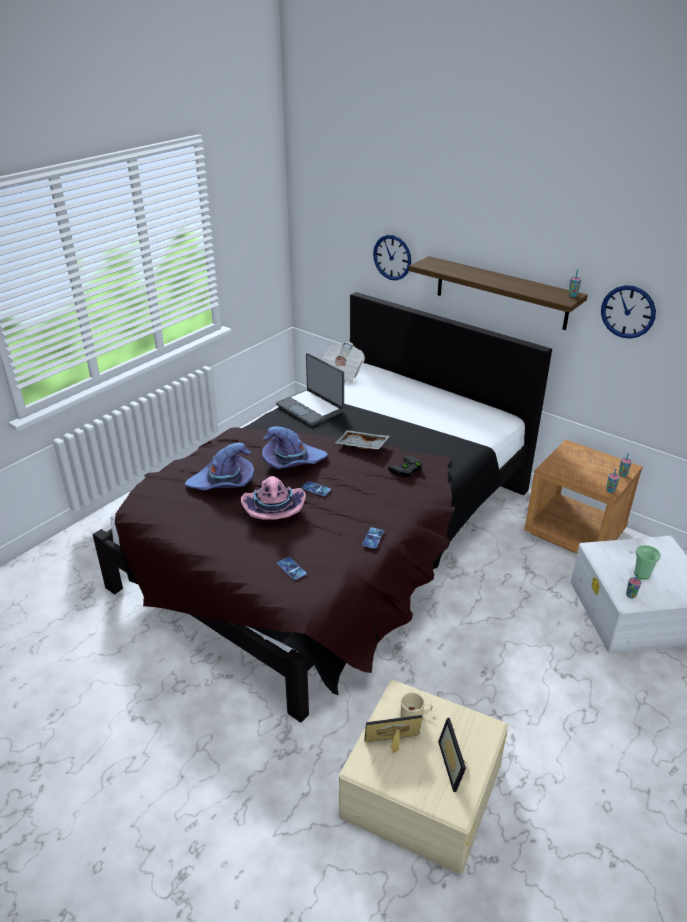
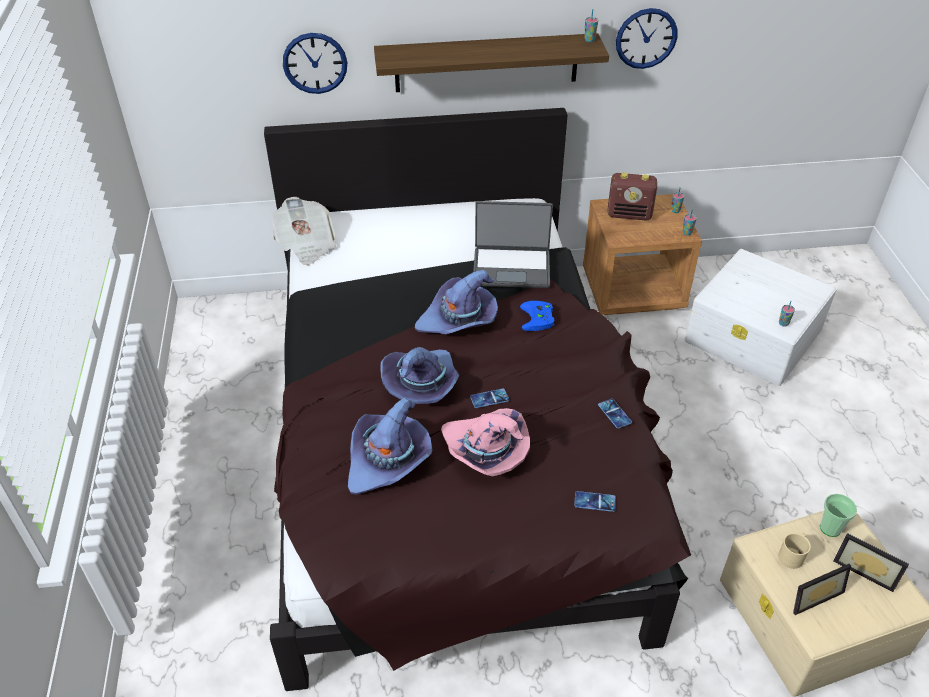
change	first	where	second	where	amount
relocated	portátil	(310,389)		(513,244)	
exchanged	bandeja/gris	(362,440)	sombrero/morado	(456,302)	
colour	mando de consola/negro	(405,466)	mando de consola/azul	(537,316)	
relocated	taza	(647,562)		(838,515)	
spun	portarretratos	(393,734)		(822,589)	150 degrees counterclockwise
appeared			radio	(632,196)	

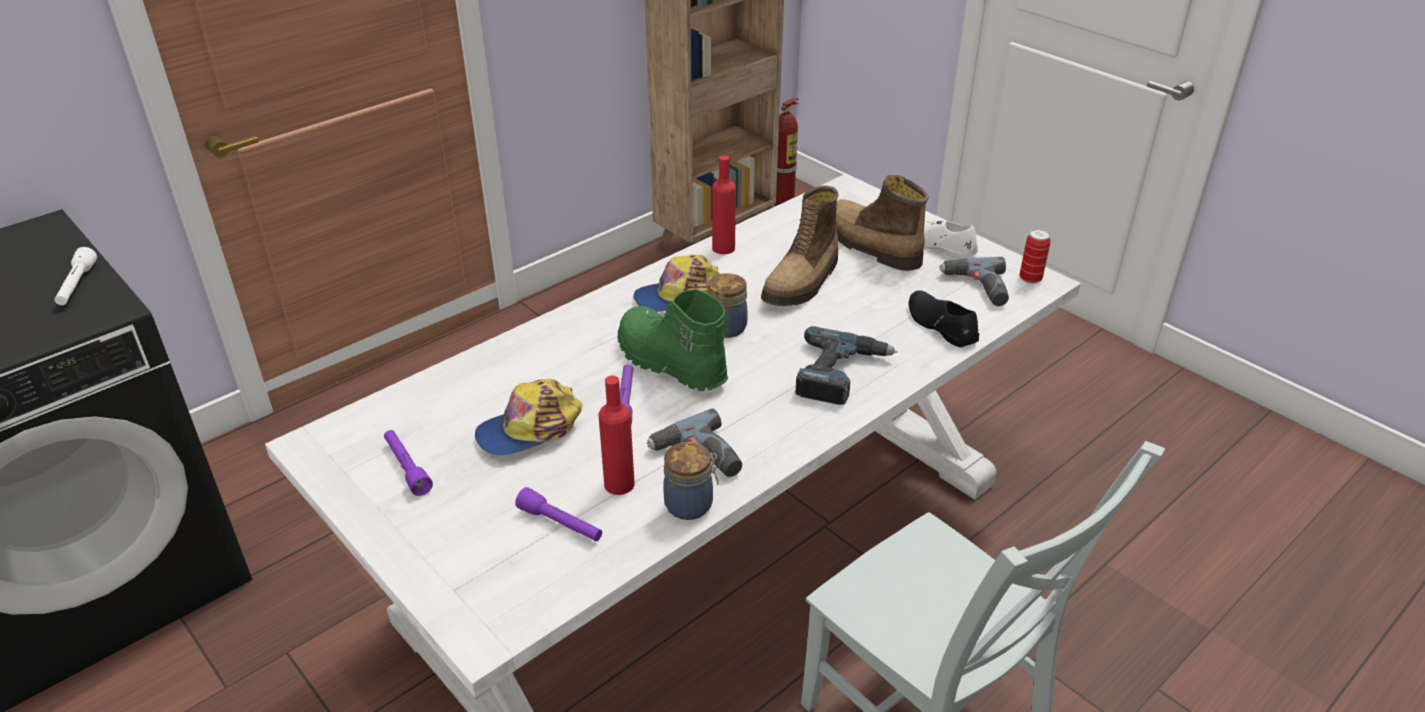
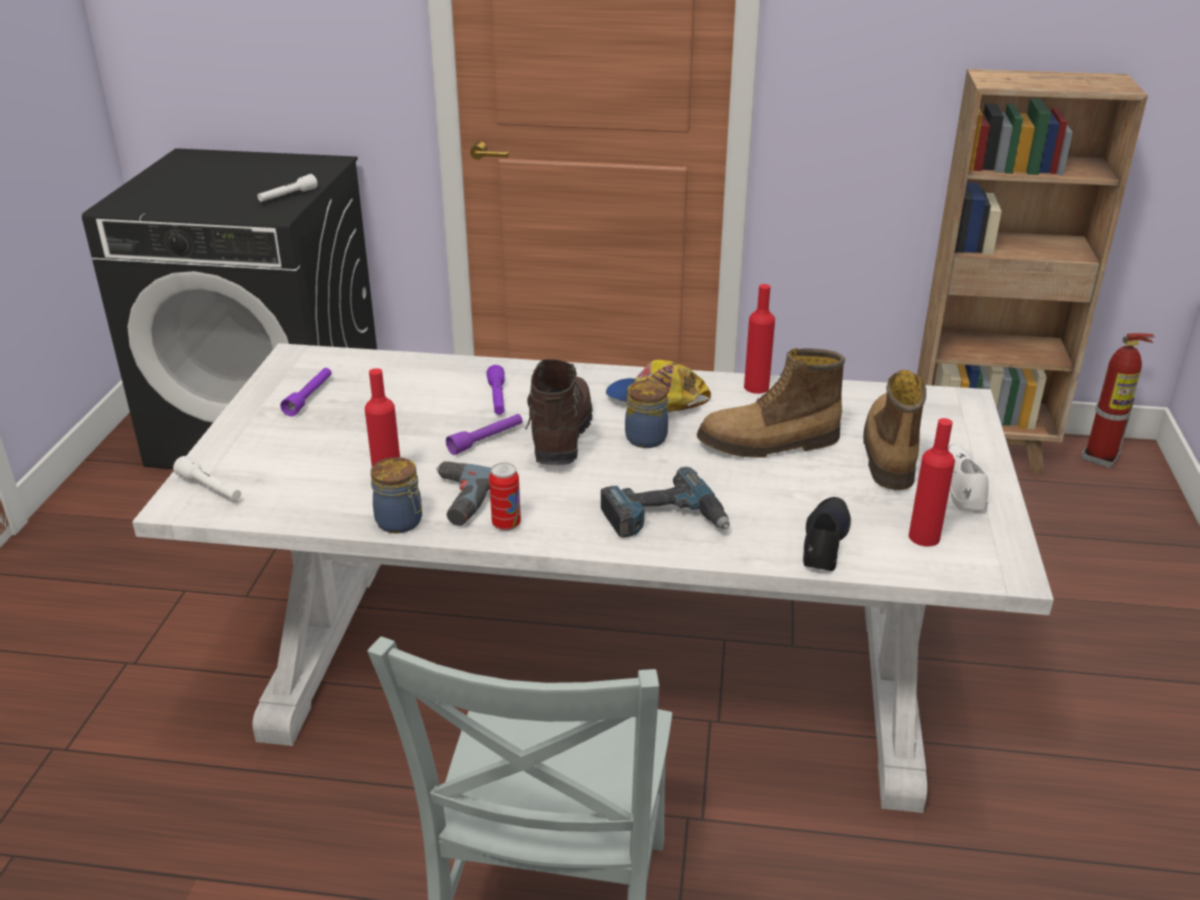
change	first	where	second	where	amount
relocated	lata	(1035,256)		(505,496)	
exchanged	taladro	(974,281)	botella/rojo	(932,482)	
colour	bota/verde	(673,340)	bota/marrón	(559,412)	
missing	gorra	(528,417)			
relocated	linterna/morado	(558,514)		(495,390)	
appeared			linterna/blanco	(207,478)	

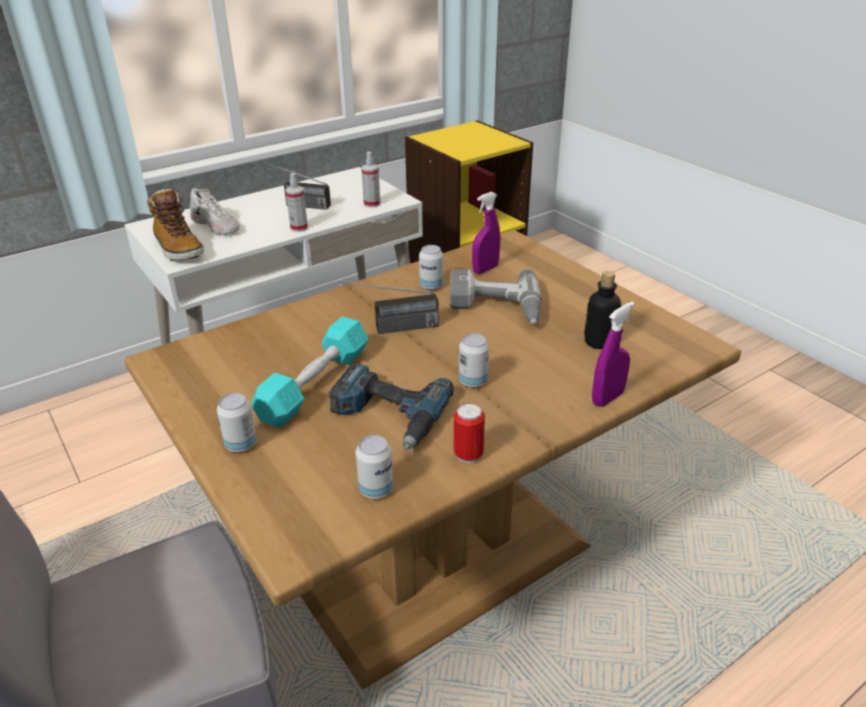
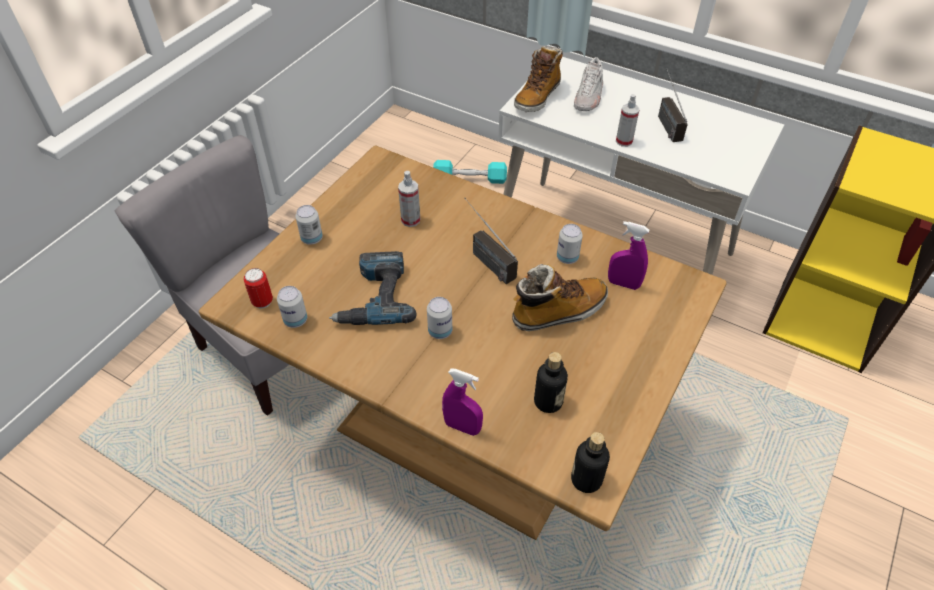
change	first	where	second	where	amount
relocated	pulverizador	(371,180)		(409,199)	
exchanged	taladro	(496,296)	bota	(560,297)	
relocated	mancuerna/turquesa	(310,372)		(470,172)	
relocated	lata	(469,433)		(258,288)	
appeared			botella	(590,462)	

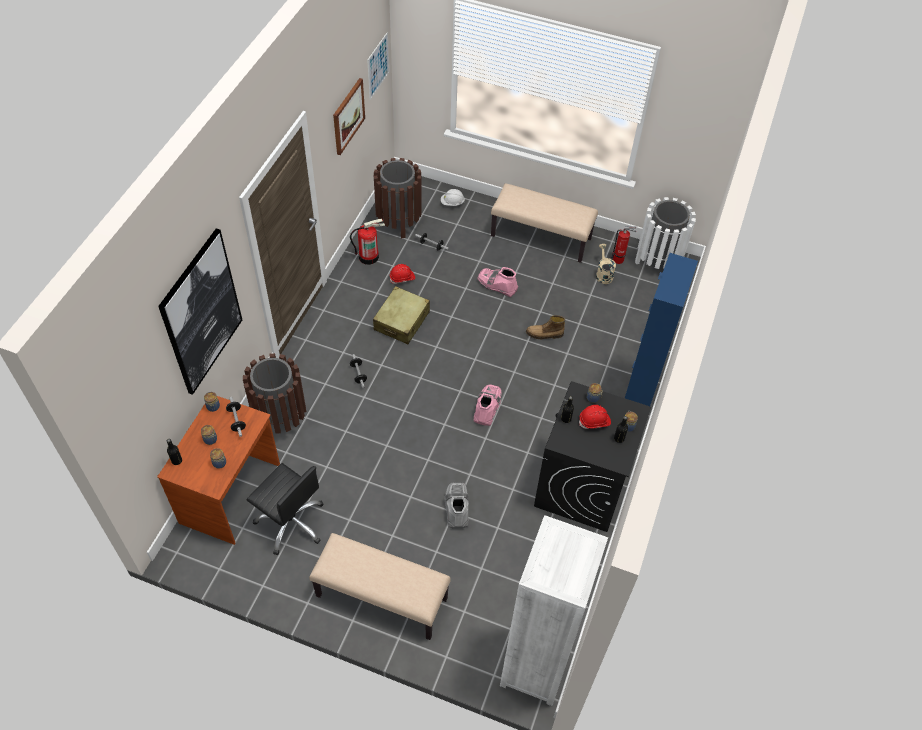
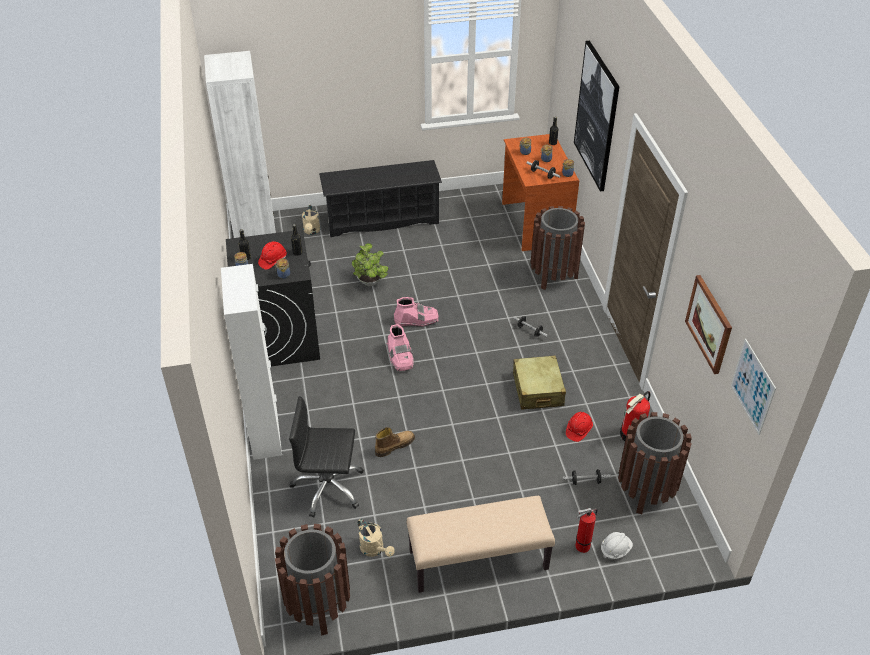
change	first	where	second	where	amount
colour	papelera/blanco	(665,233)	papelera/marrón	(312,580)	
relocated	extintor	(623,245)		(586,530)	
colour	armario/azul	(661,329)	armario/blanco	(251,362)	
relocated	bota/rosa	(497,282)		(416,312)	
relocated	silla de oficina/negro	(285,509)		(326,457)	
exchanged	bota/gris	(456,505)	planta en maceta	(370,264)	
exchanged	banco/beis	(380,586)	zapatero/negro	(380,198)	
appeared			regadera/beis	(311,220)	

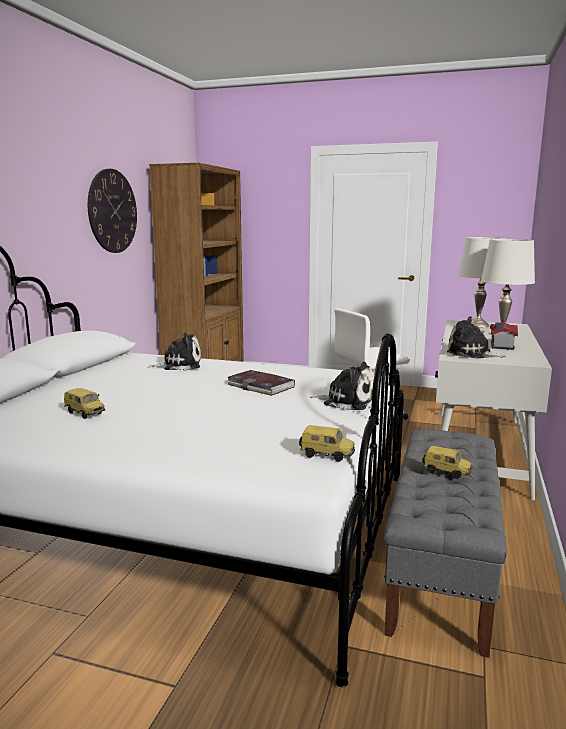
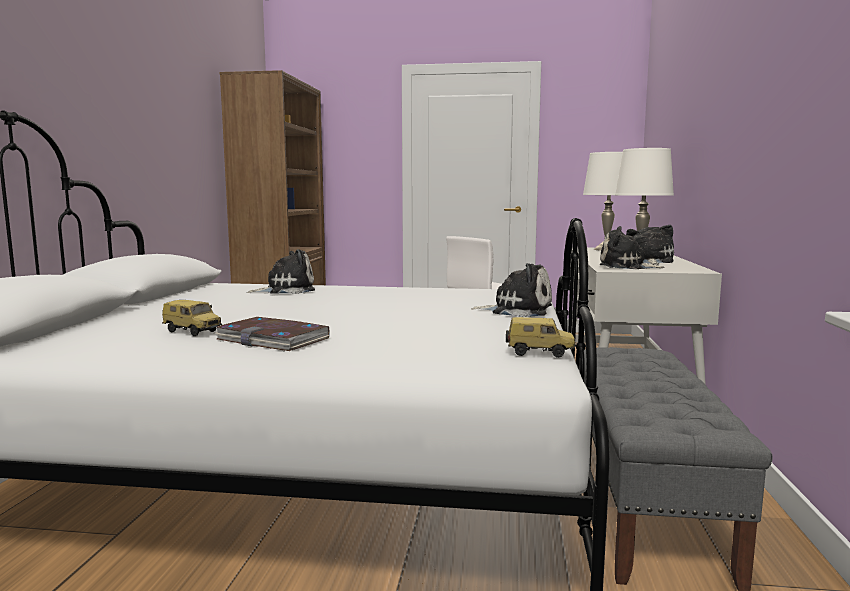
change	first	where	second	where	amount
missing	reloj de pared	(112,211)			
exchanged	casita	(504,336)	peluche	(650,245)	
relocated	libro	(261,383)		(272,334)	
missing	coche de juguete	(447,462)			

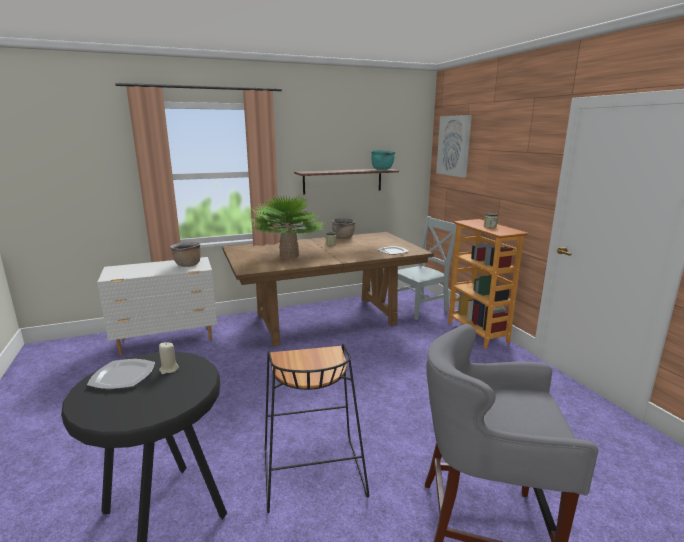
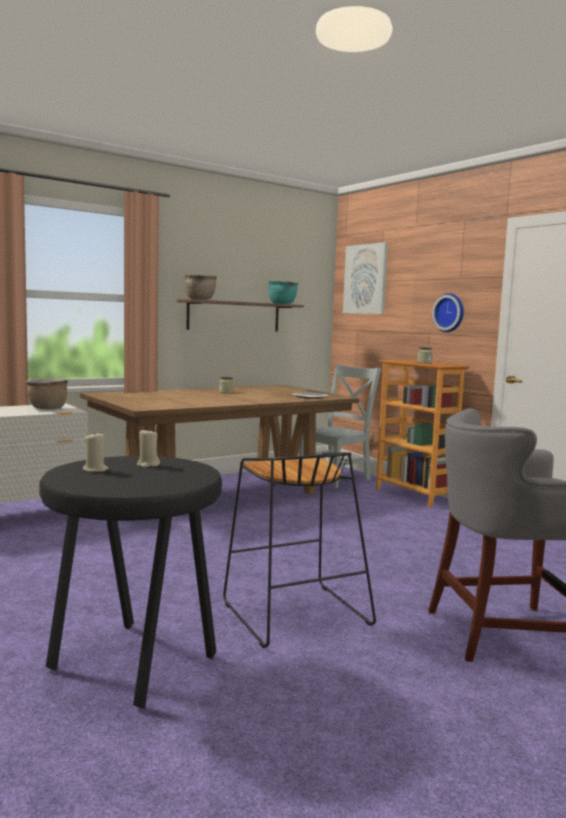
change	first	where	second	where	amount
missing	planta en maceta	(286,226)			
relocated	olla/marrón	(344,228)		(200,287)	
exchanged	plato	(121,374)	vela/beis	(96,452)	
appeared			reloj de pared	(448,312)	

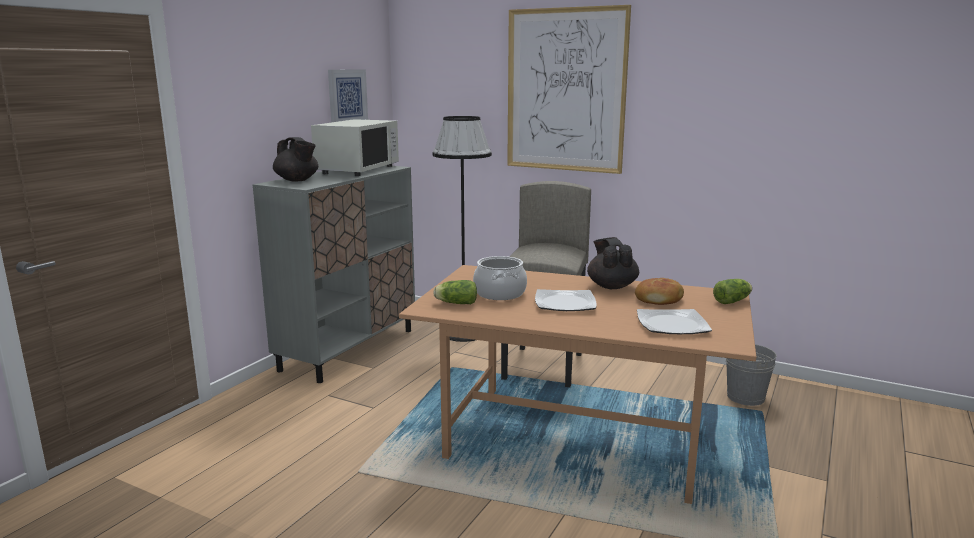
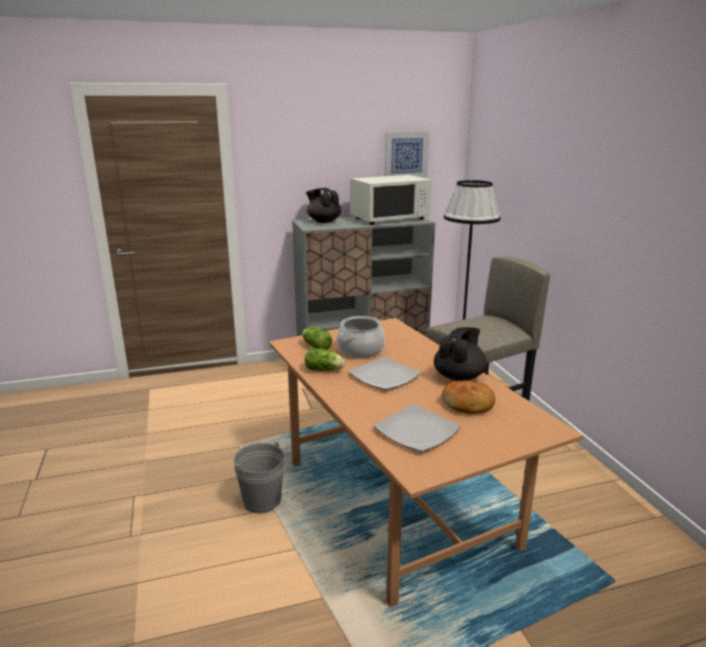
change	first	where	second	where	amount
missing	cuadro	(569,89)			
spun	tetera/negro	(295,159)		(323,205)	135 degrees clockwise
relocated	lechuga	(732,291)		(325,359)	
relocated	cubo/gris	(751,375)		(259,477)	

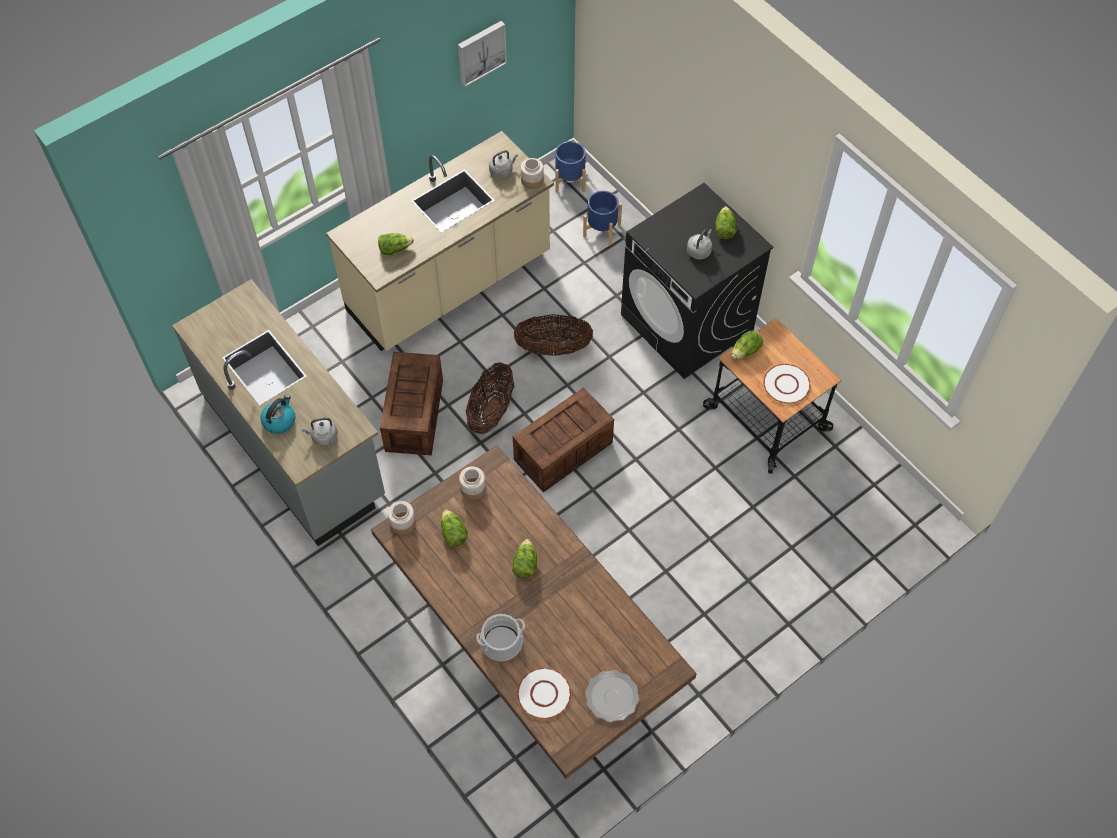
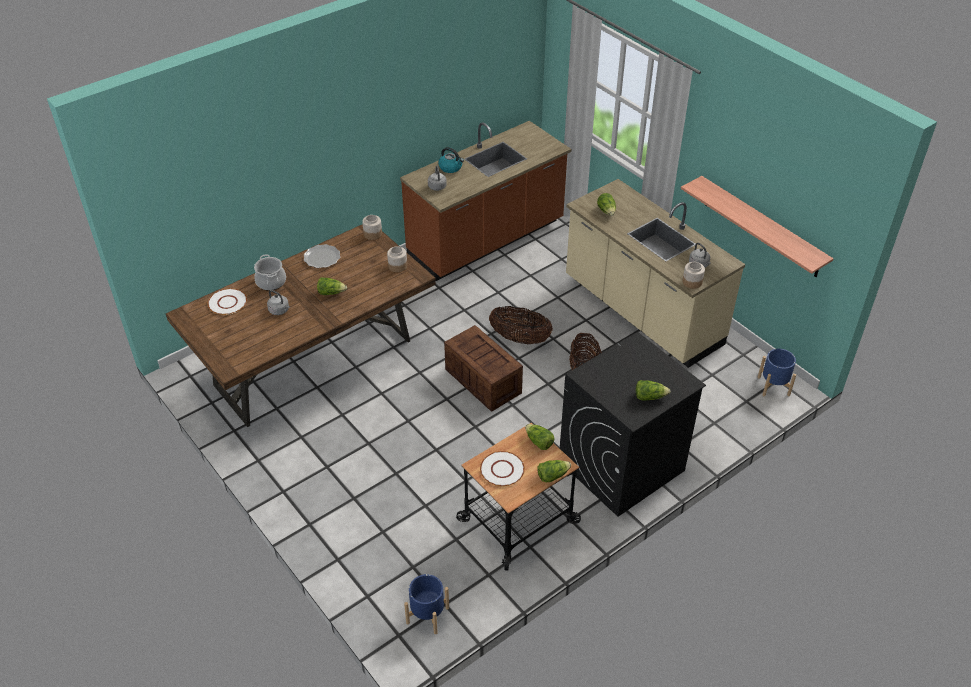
change	first	where	second	where	amount
missing	cuadro	(482,54)			
relocated	maceta/azul	(602,218)		(426,604)	
relocated	hervidor/gris	(699,244)		(278,302)	
colour	mueble bajo de cocina/gris	(278,412)	mueble bajo de cocina/marrón	(485,201)	
missing	caja de embalaje	(411,403)			
relocated	lechuga	(454,528)		(554,471)	
relocated	plato	(612,696)		(322,256)	
appeared			estante	(757,226)	

